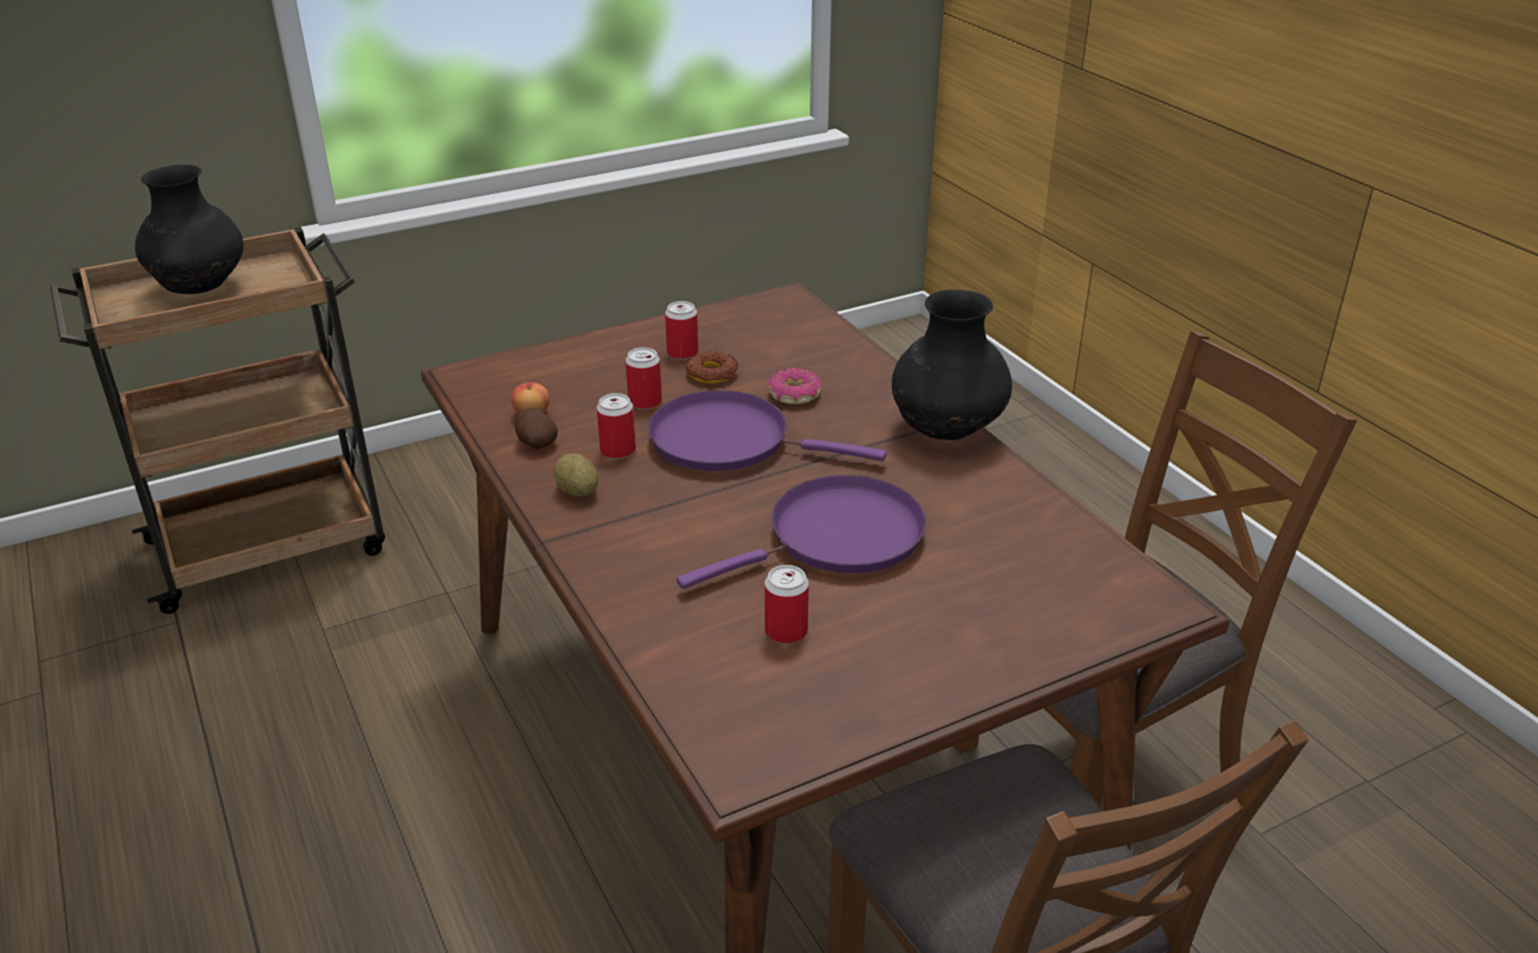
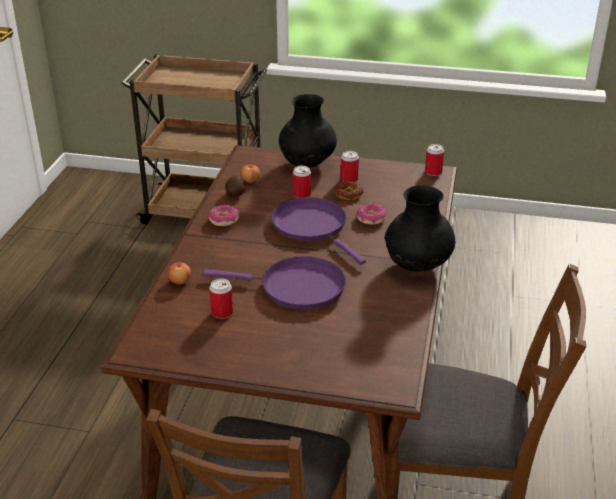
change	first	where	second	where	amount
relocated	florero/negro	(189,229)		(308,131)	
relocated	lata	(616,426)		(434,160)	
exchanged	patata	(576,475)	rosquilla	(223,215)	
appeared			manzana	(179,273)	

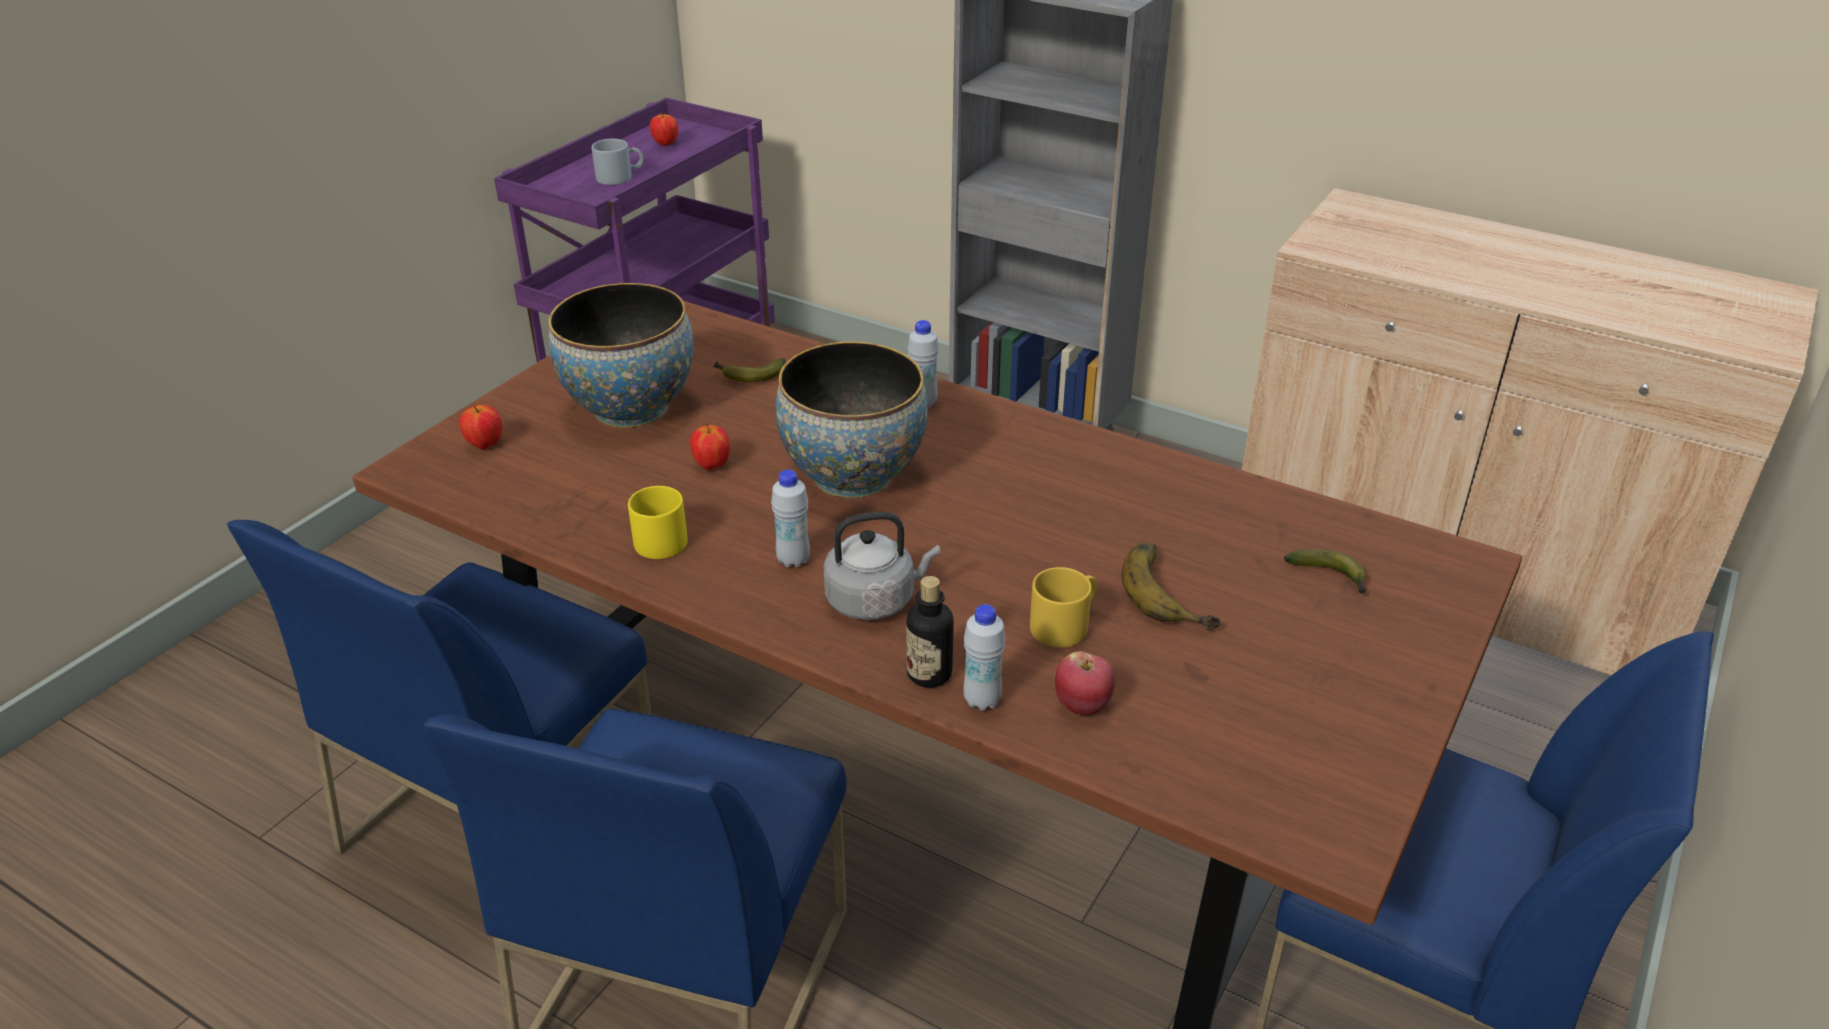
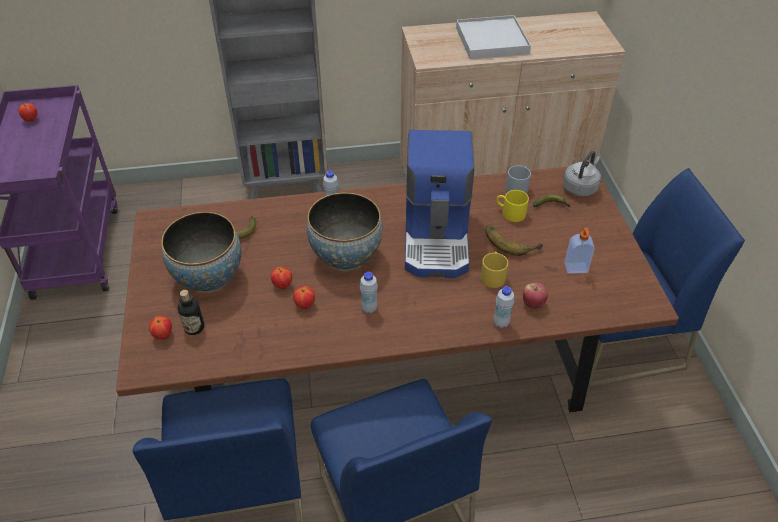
change	first	where	second	where	amount
relocated	taza grande/gris	(617,162)		(518,179)	
relocated	taza grande/amarillo	(658,522)		(512,206)	
relocated	hervidor/gris	(882,566)		(582,174)	
relocated	botella	(929,632)		(191,312)	
appeared			bandeja/blanco	(493,37)	
appeared			cafetera	(439,204)	
appeared			dispensador de jabón	(579,250)	
appeared			manzana	(304,297)	

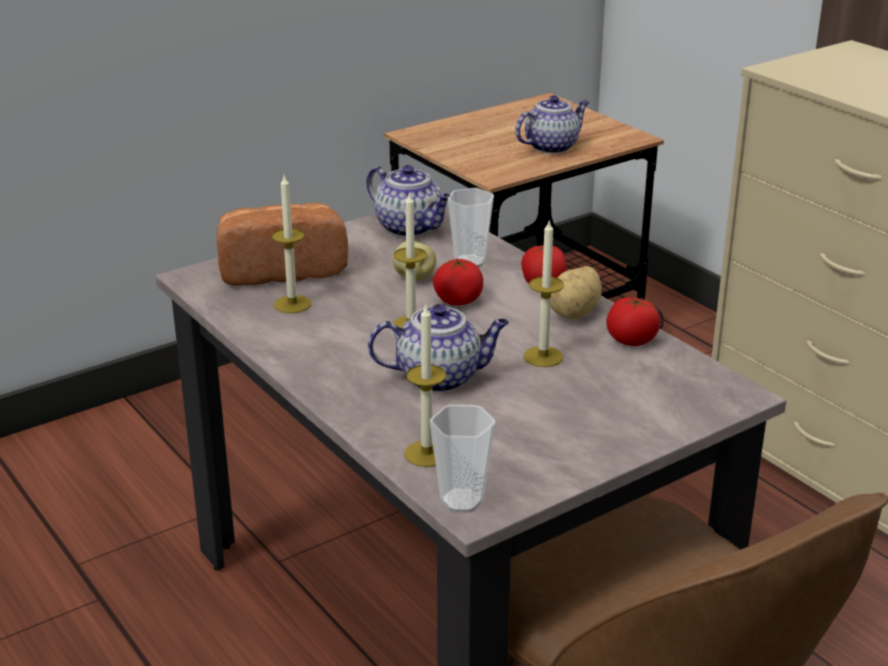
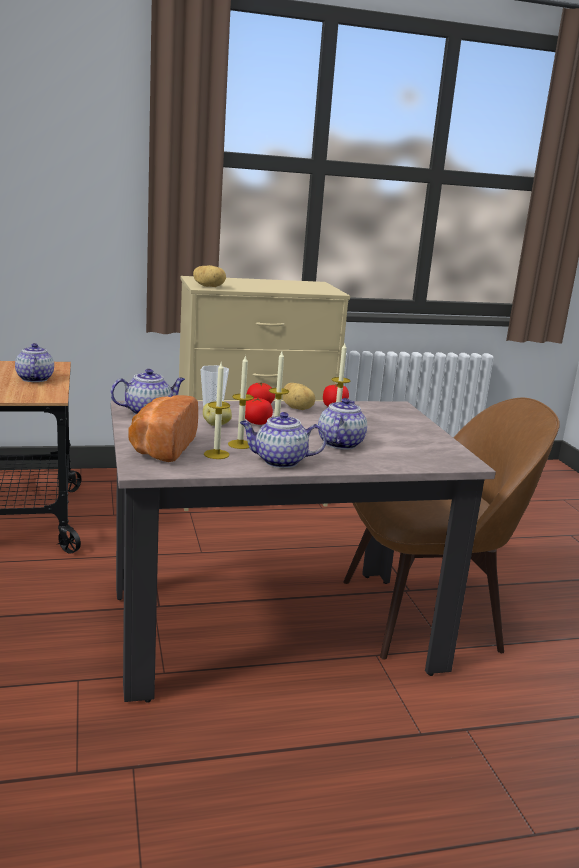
change	first	where	second	where	amount
relocated	vela	(425,385)		(241,402)	
missing	taza	(462,459)			
appeared			patata	(209,276)	
appeared			tetera	(283,440)	

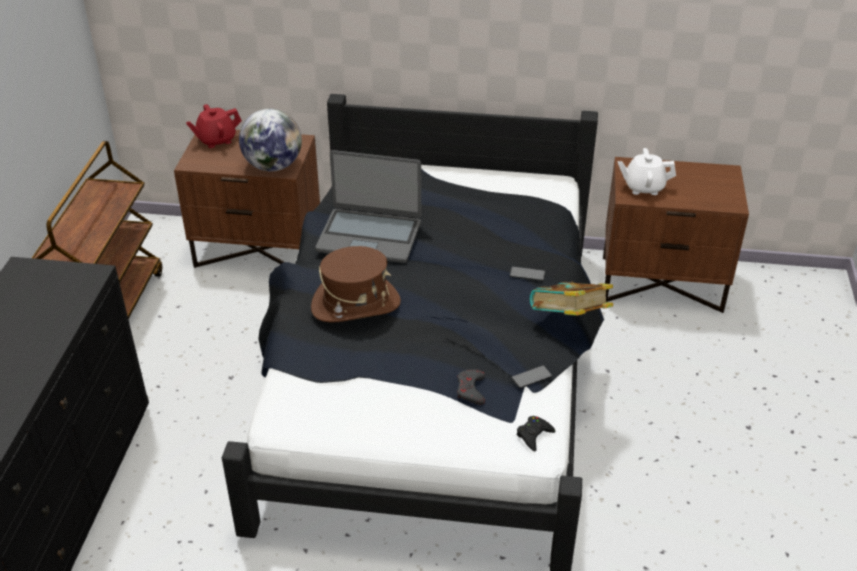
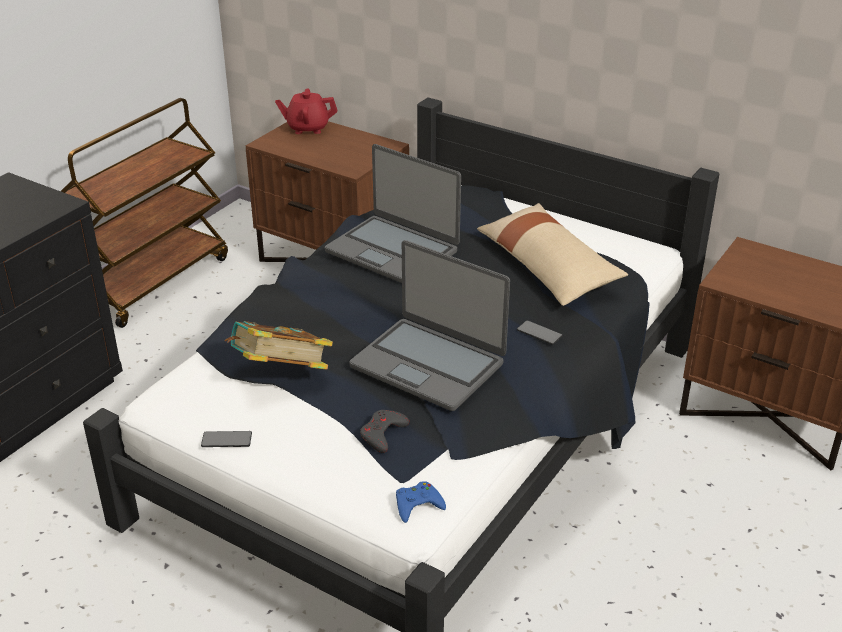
change	first	where	second	where	amount
missing	globo terráqueo	(270,140)			
missing	tetera/blanco	(647,171)			
missing	sombrero/marrón	(356,284)			
relocated	libro	(571,299)		(278,345)	
relocated	móvil	(531,376)		(226,439)	
colour	mando de consola/negro	(536,433)	mando de consola/azul	(421,502)	
appeared			cojín/beis	(552,254)	
appeared			portátil	(429,325)	

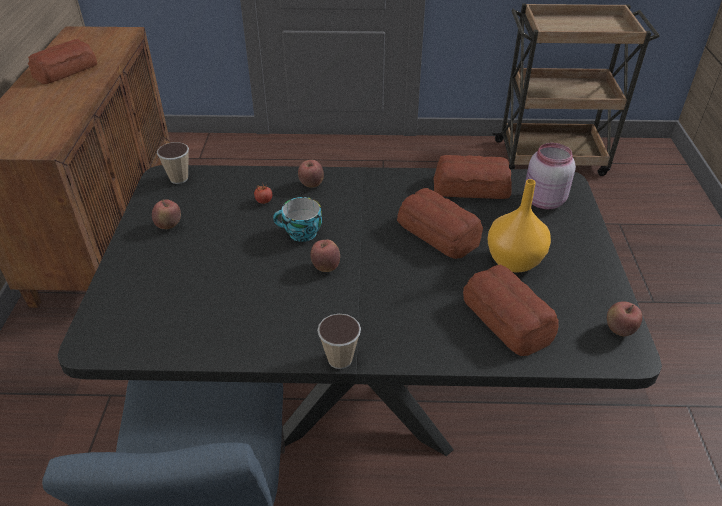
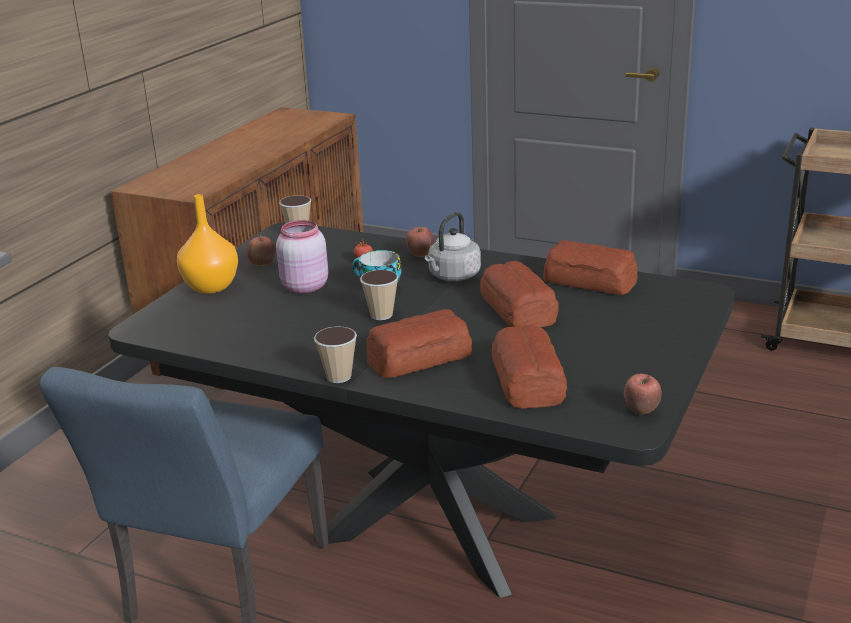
change	first	where	second	where	amount
relocated	pan	(62,61)		(419,344)	
relocated	tarro/rosa	(550,176)		(302,257)	
relocated	florero/naranja	(519,226)		(207,244)	
exchanged	manzana	(325,256)	taza	(379,295)	
appeared			hervidor/gris	(453,246)	

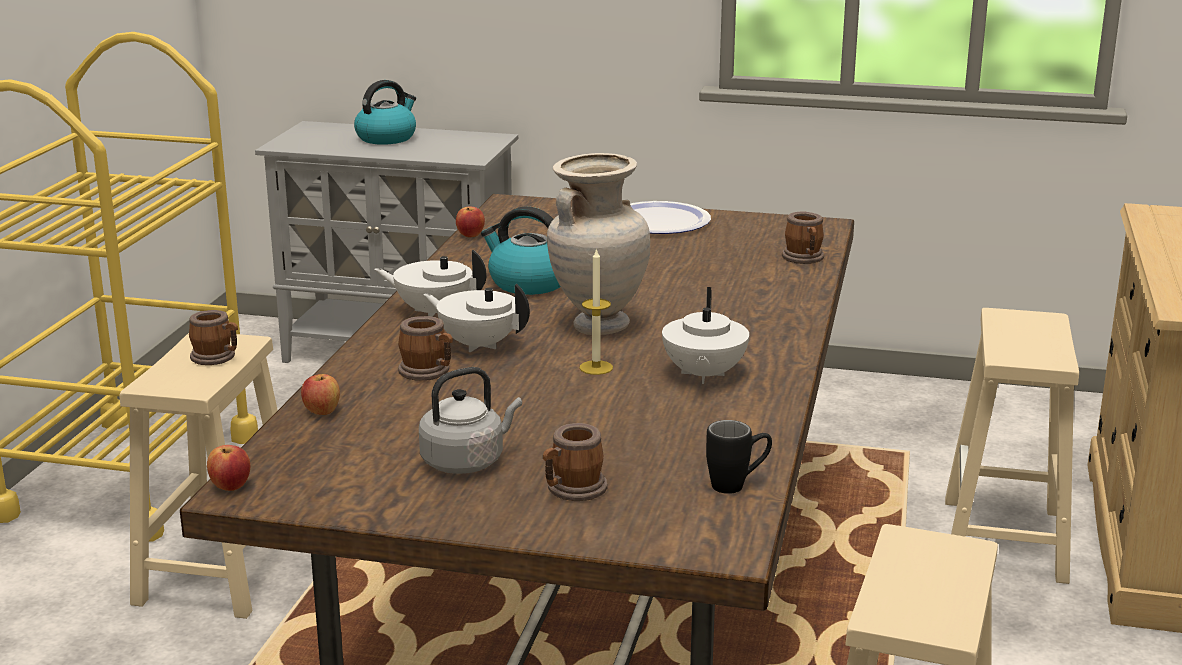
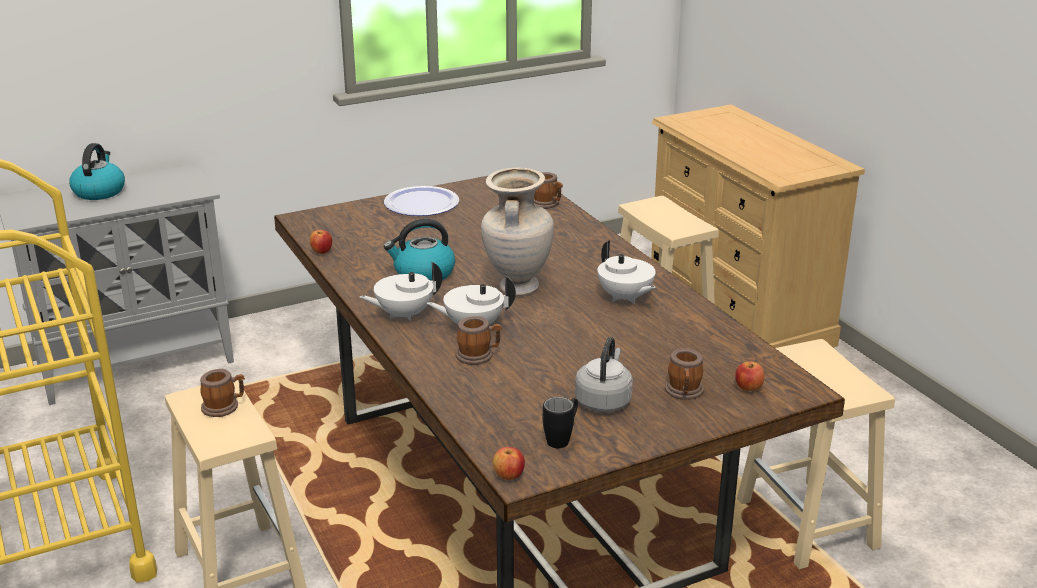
change	first	where	second	where	amount
missing	vela	(596,311)			
relocated	manzana	(320,394)		(750,376)	
relocated	taza grande/negro	(739,457)		(560,422)	

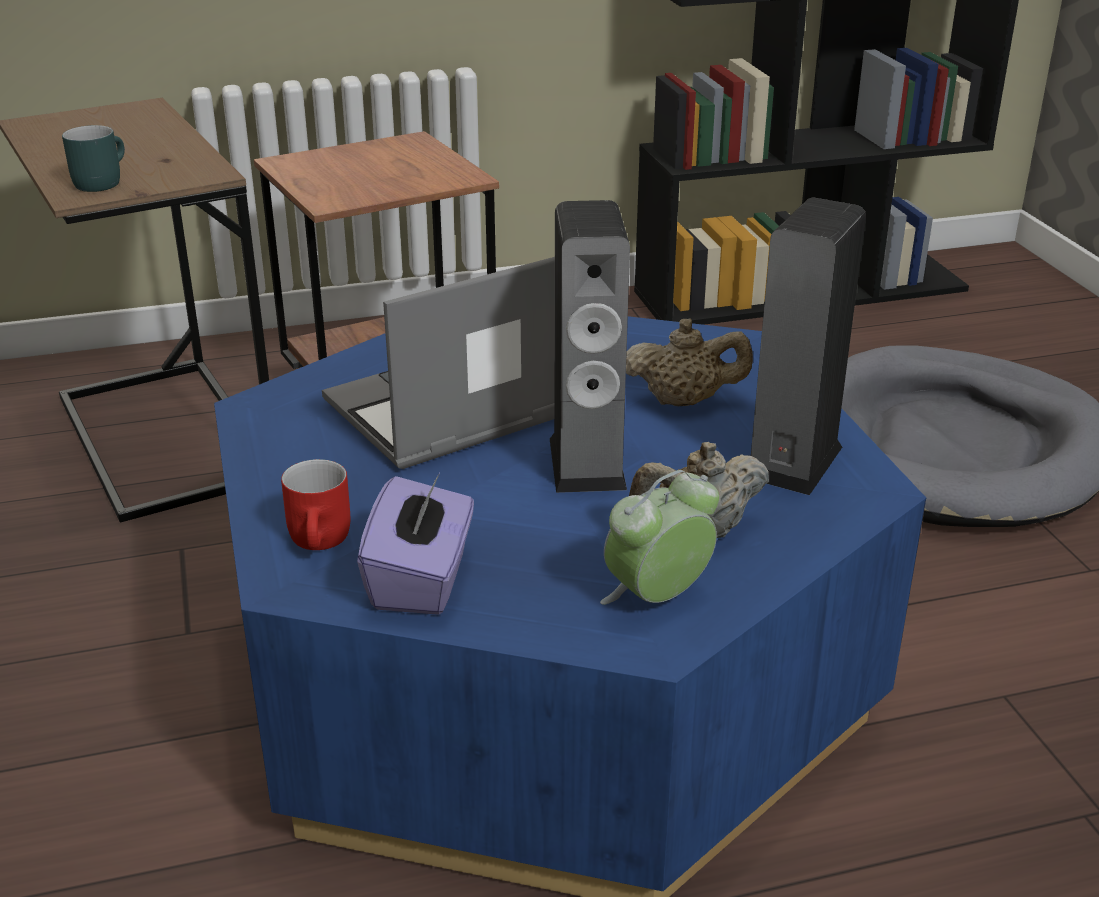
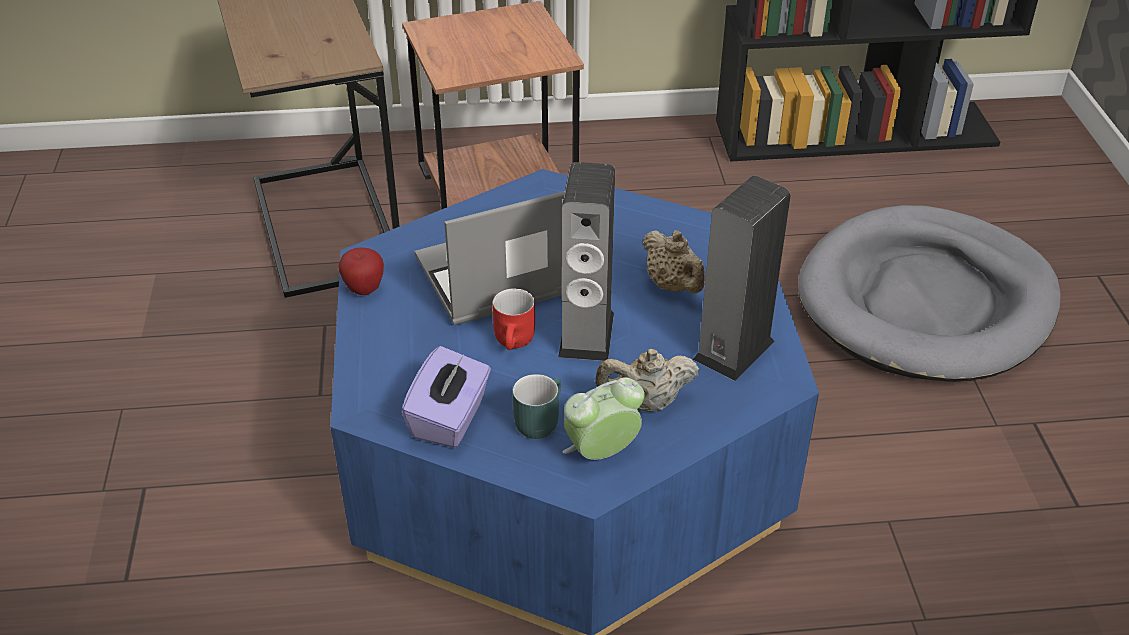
change	first	where	second	where	amount
relocated	taza grande/turquesa	(93,158)		(537,406)	
spun	tetera/beis	(689,362)		(673,261)	45 degrees clockwise
relocated	taza grande/rojo	(315,504)		(513,319)	
appeared			manzana	(361,271)	

